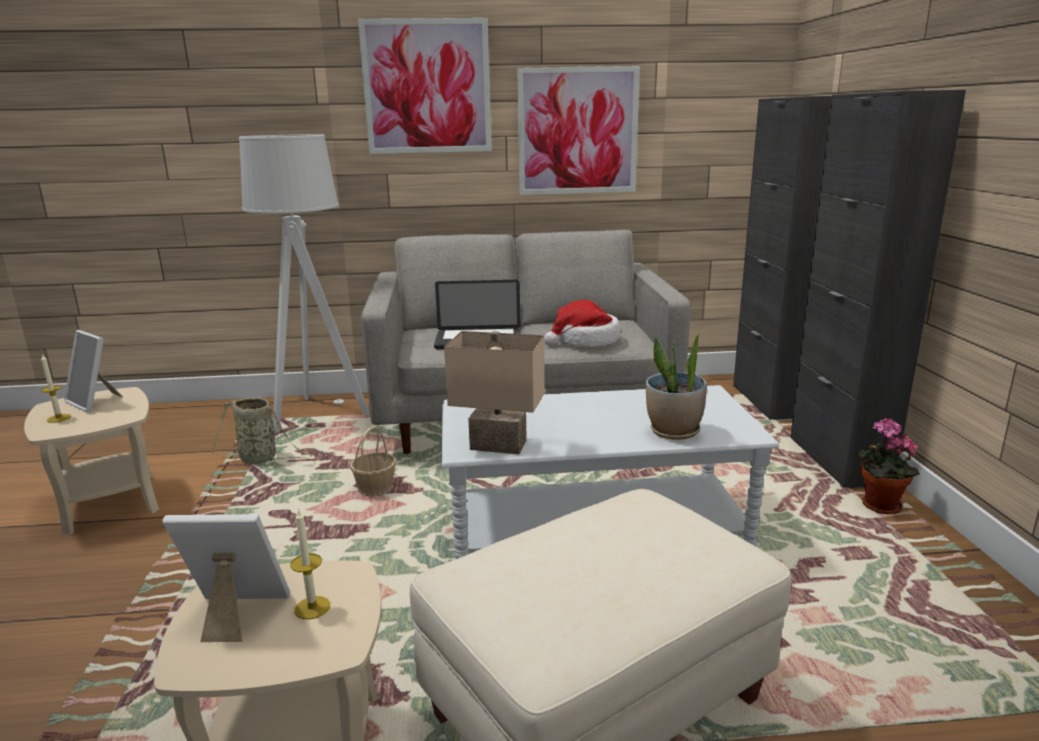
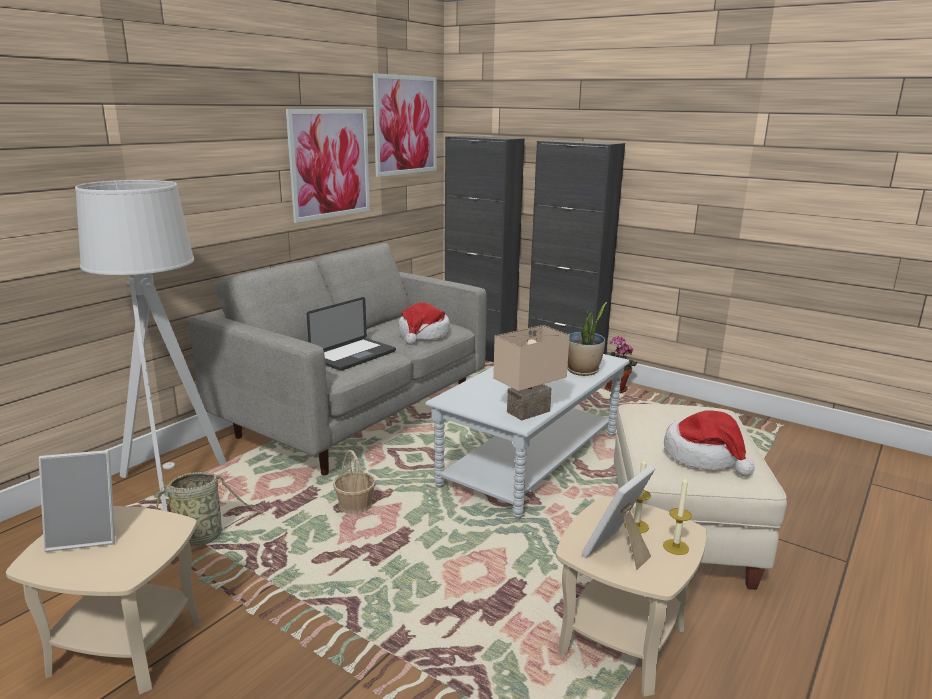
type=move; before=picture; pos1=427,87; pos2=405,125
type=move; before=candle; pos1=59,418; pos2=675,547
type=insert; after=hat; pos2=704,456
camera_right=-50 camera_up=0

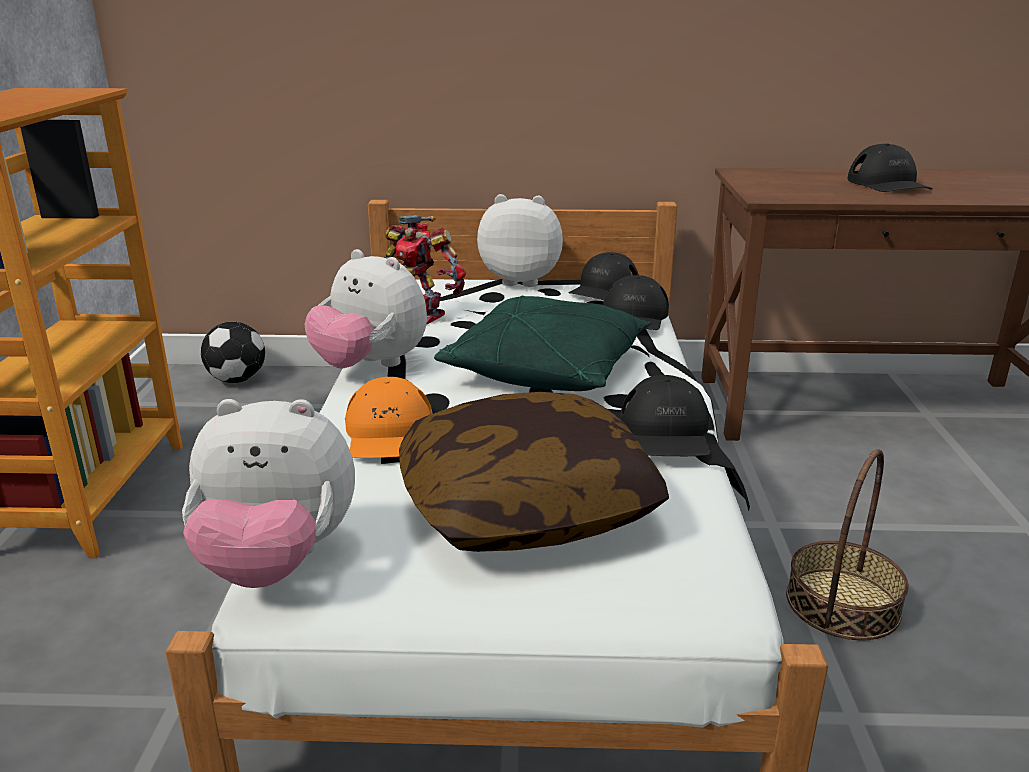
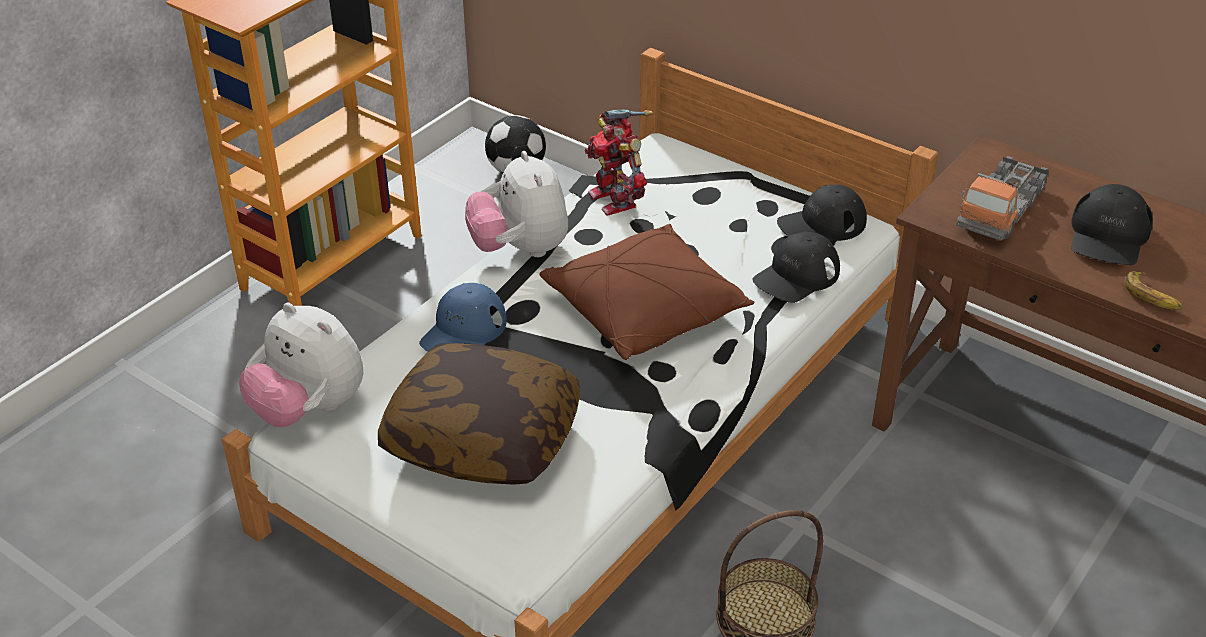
type=recolor; before=orange cap; after=blue cap; pos1=389,434; pos2=463,331
type=recolor; before=green pillow; after=brown pillow; pos1=547,369; pos2=645,311
type=insert; after=toy truck; pos2=1001,210
type=insert; after=banana; pos2=1151,296
type=delete; before=plush toy; pos1=521,280
type=delete; before=black cap; pos1=666,433
camera_right=35 camera_up=15

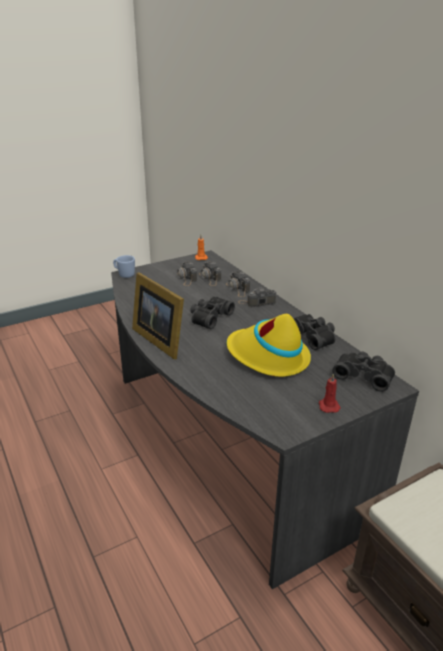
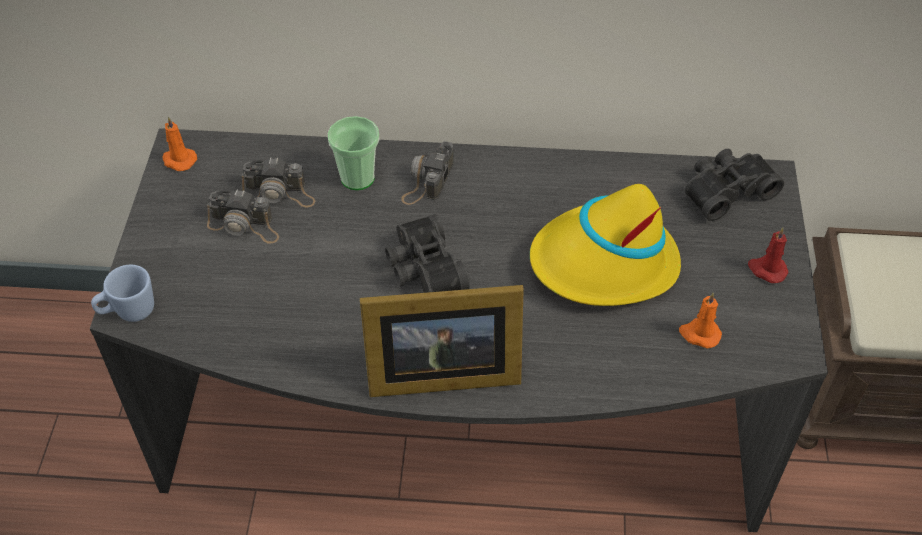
type=replace; before=photo camera; after=cup; pos1=237,289; pos2=357,178
type=insert; after=orange candle; pos2=699,334
type=delete; before=black binoculars; pos1=313,336
camera_right=-55 camera_up=20

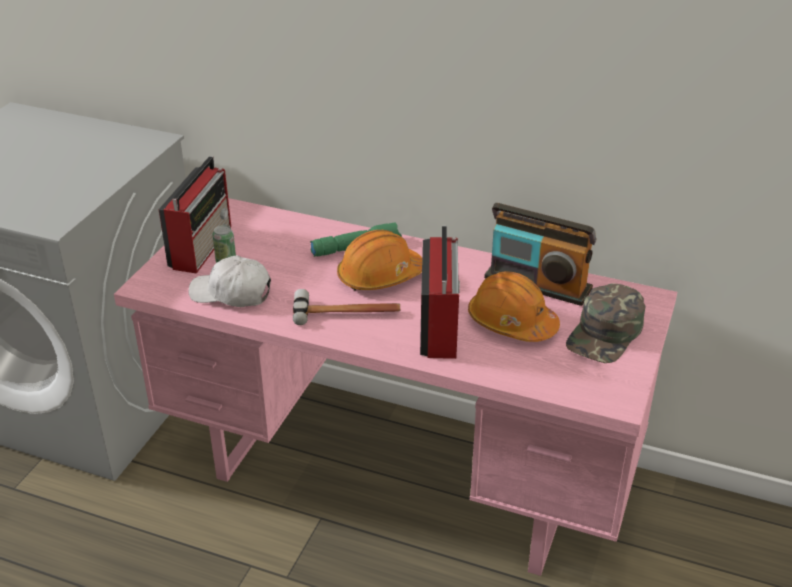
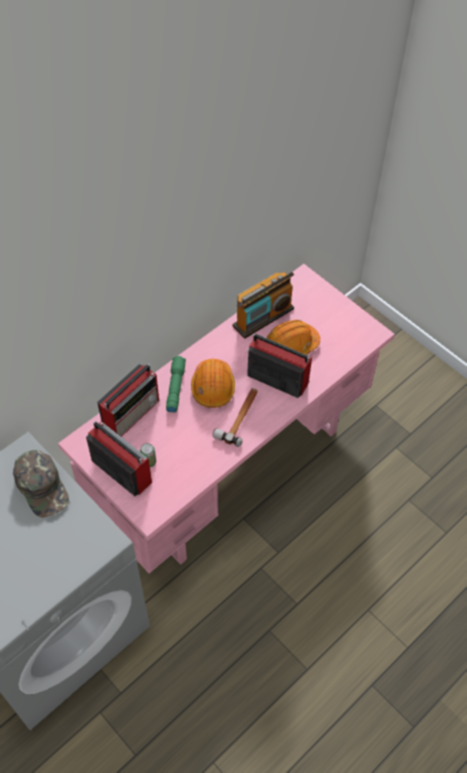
type=move; before=green cap; pos1=606,333; pos2=42,486
type=insert; after=radio; pos2=132,413
type=delete; before=white cap; pos1=231,293
camera_right=-65 camera_up=20

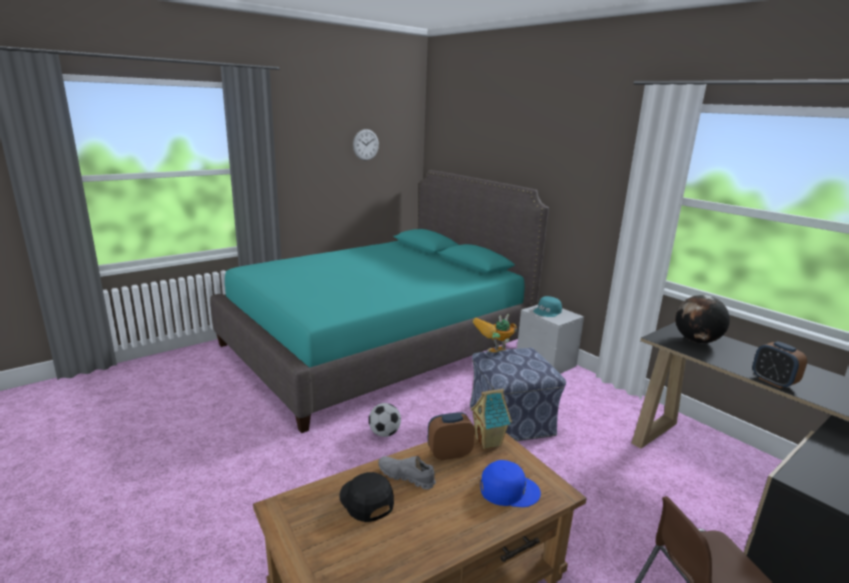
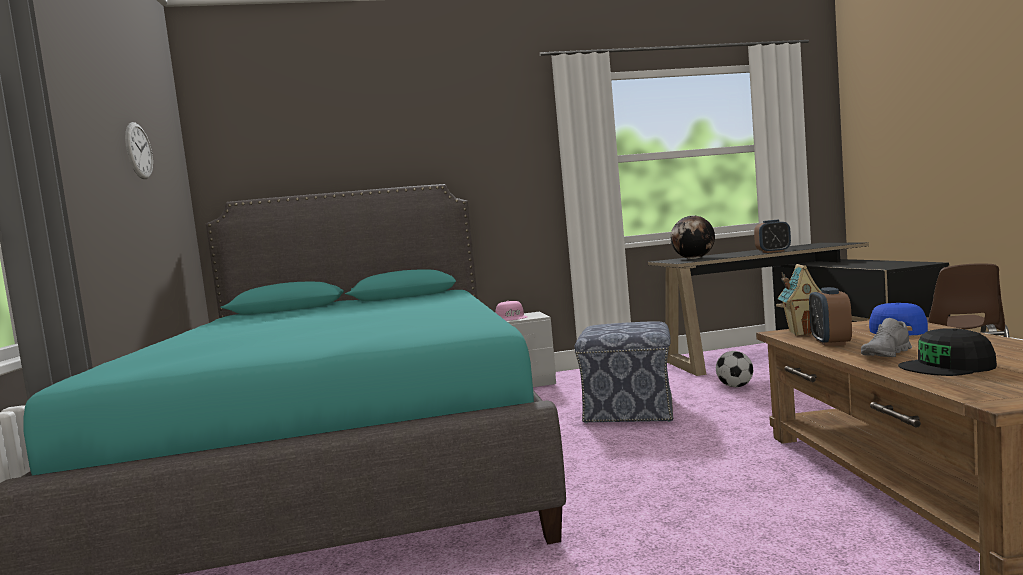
type=recolor; before=turquoise cap; after=pink cap; pos1=548,311; pos2=512,317
type=move; before=football; pos1=385,433; pos2=735,386
type=delete; before=toy robot; pos1=493,355
camera_right=-60 camera_up=-15

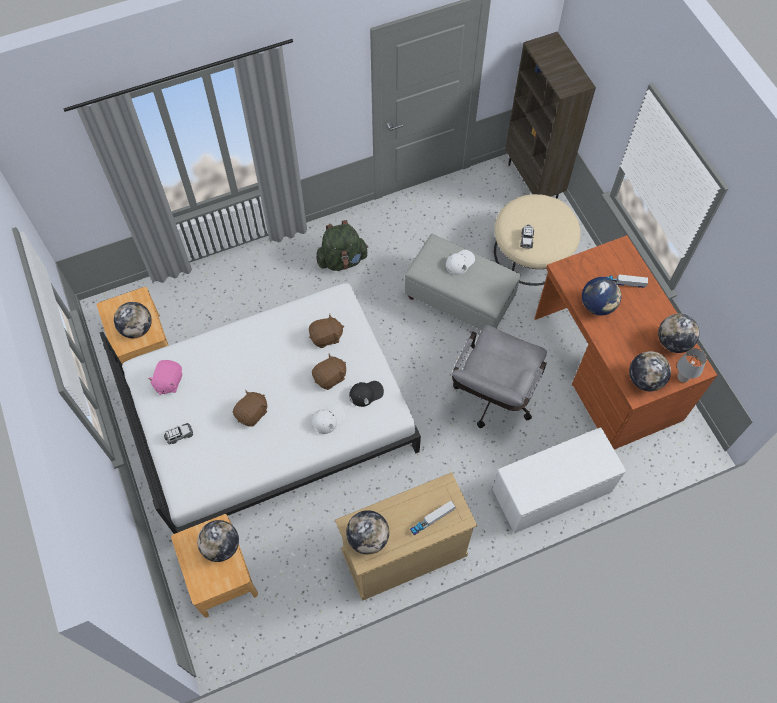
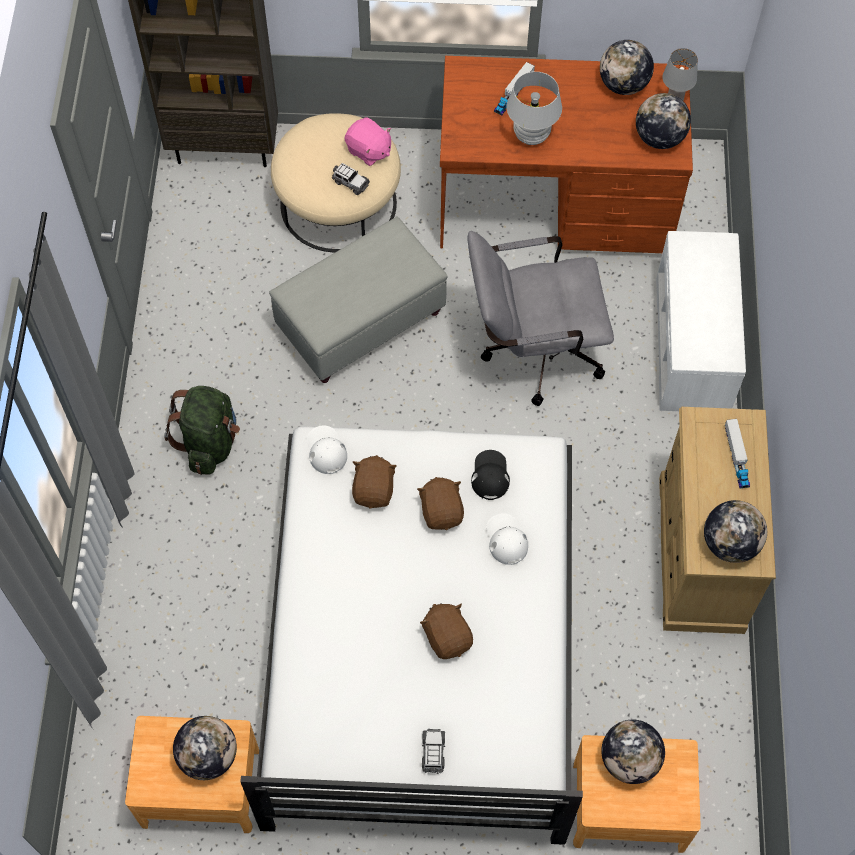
type=move; before=white cap; pos1=460,262; pos2=326,450
type=move; before=pink plush toy; pos1=168,381; pos2=368,151
type=rotate; before=grey office chair; pos1=492,398; pos2=532,351; turn=120
type=replace; before=globe; after=white table lamp; pos1=597,305; pos2=531,135
camera_right=-65 camera_up=0

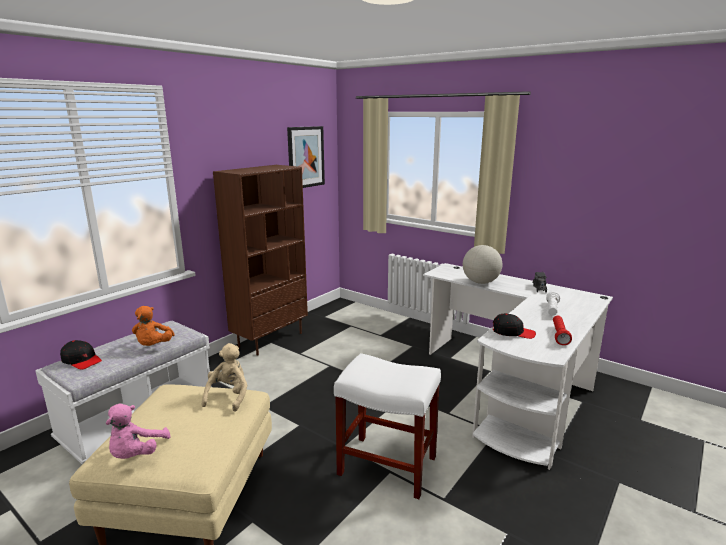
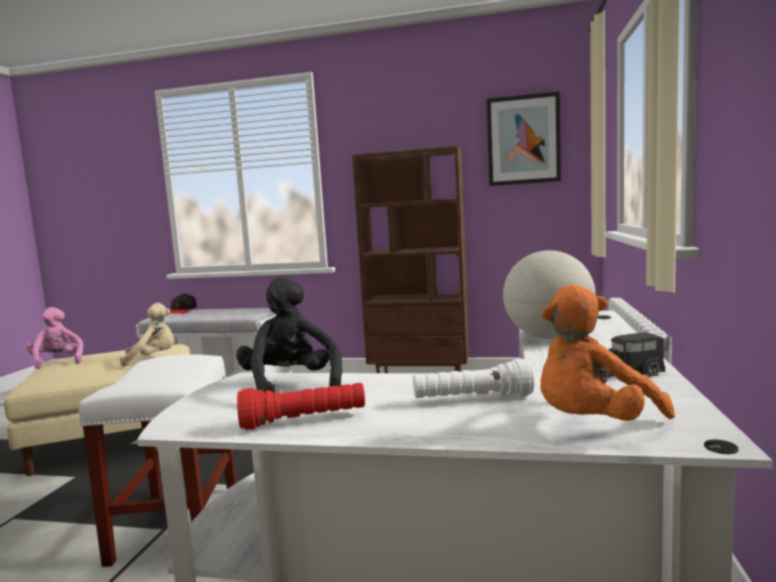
type=rotate; before=pink plush toy; pos1=136,454; pos2=57,362; turn=75
type=replace; before=black cap; after=black plush toy; pos1=513,332; pos2=291,386
type=move; before=orange plush toy; pos1=153,346; pos2=593,425
camera_right=65 camera_up=-10

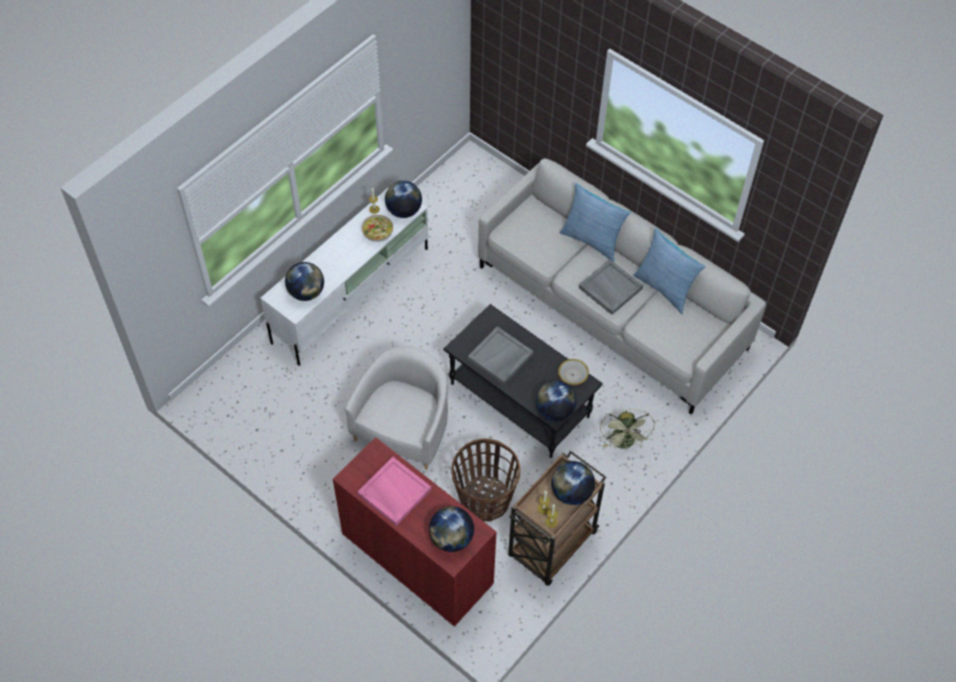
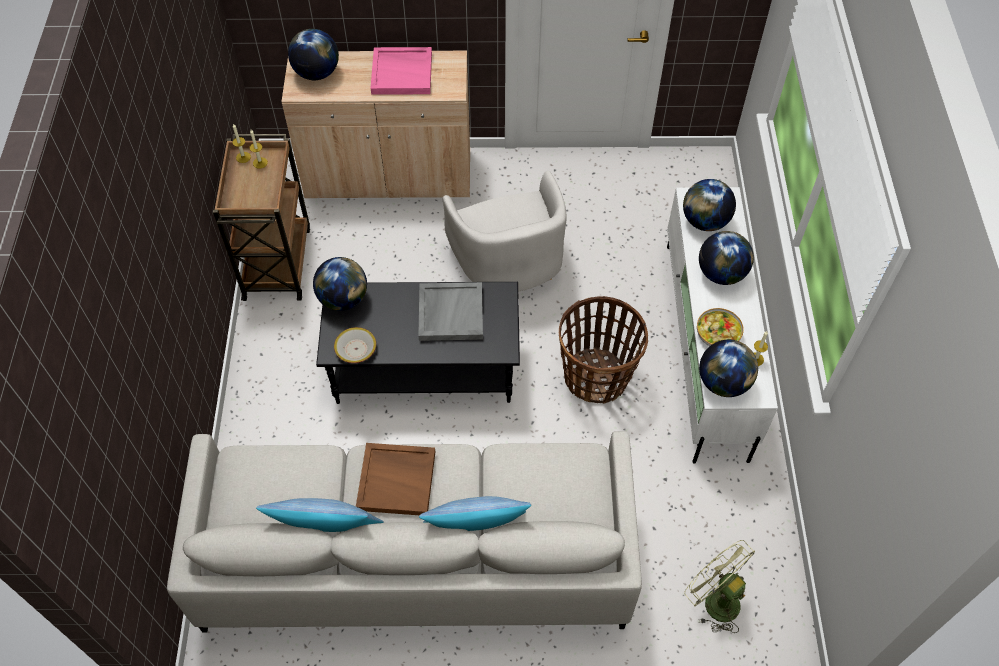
type=recolor; before=red cabinet; after=beige cabinet; pos1=417,559; pos2=389,175
type=recolor; before=grey tray; after=brown tray; pos1=609,288; pos2=397,480
type=move; before=basket; pos1=484,499; pos2=596,377
type=move; before=green fan; pos1=624,443; pos2=714,600
type=move; before=globe; pos1=571,492; pos2=721,274
camera_right=140 camera_up=0

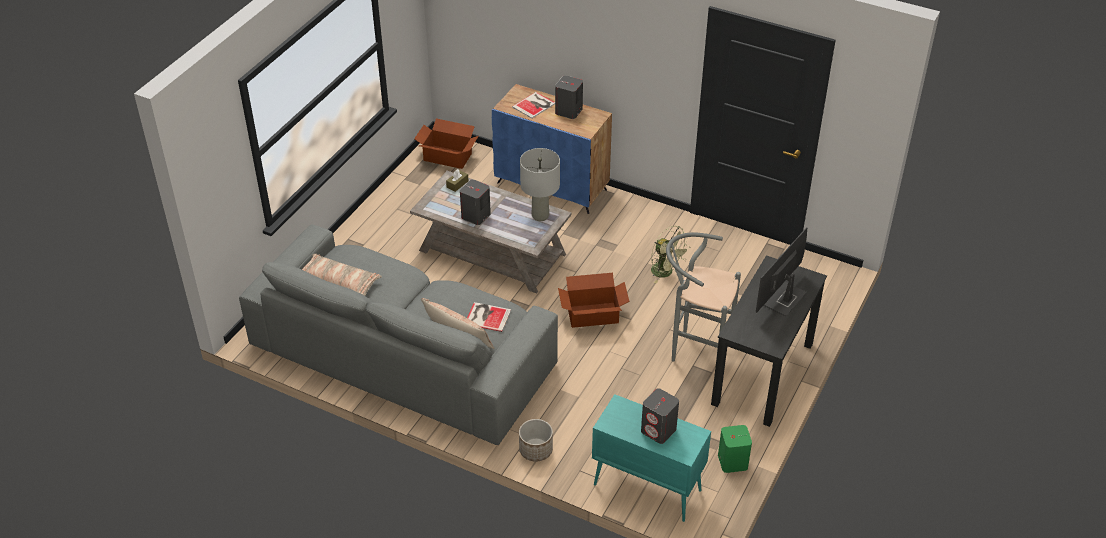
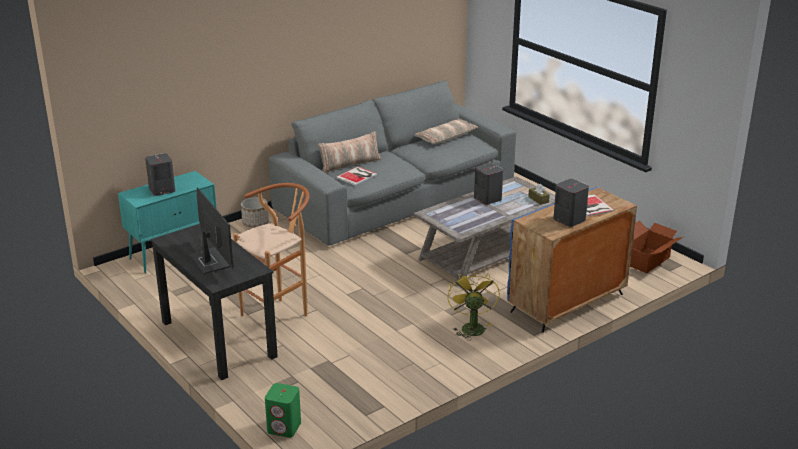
type=recolor; before=grey stool; after=brown stool; pos1=694,350; pos2=280,314
type=move; before=green speaker; pos1=732,461; pos2=284,427
type=insert; after=yellow fan; pos2=471,326
type=delete; before=grey table lamp; pos1=540,215
type=delete; before=cardboard box; pos1=593,315
type=delete; before=green fan; pos1=666,272
camera_right=115 camera_up=-15

